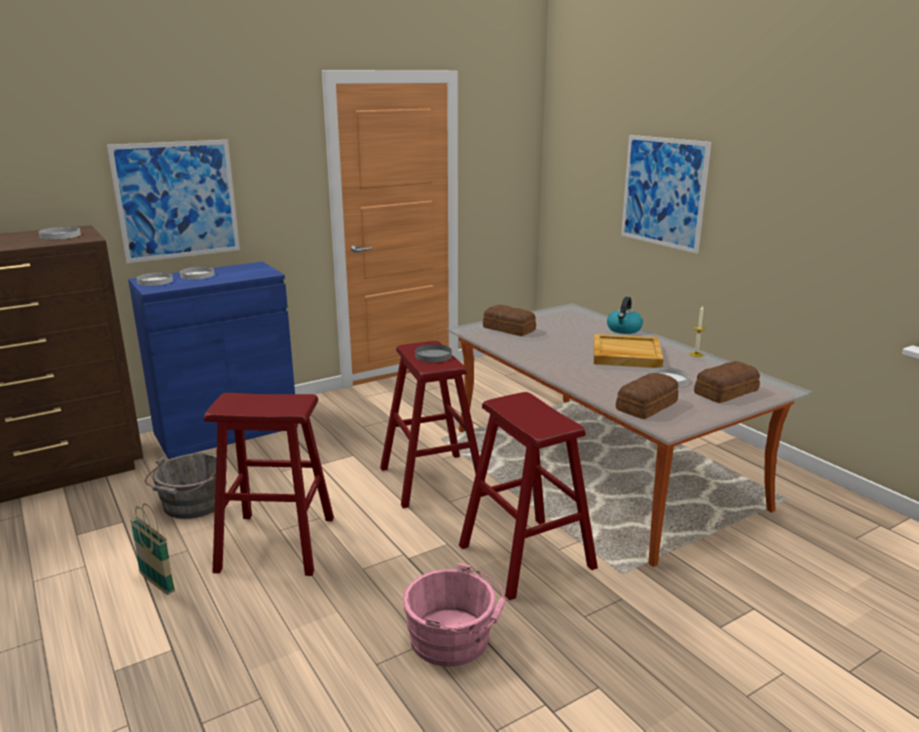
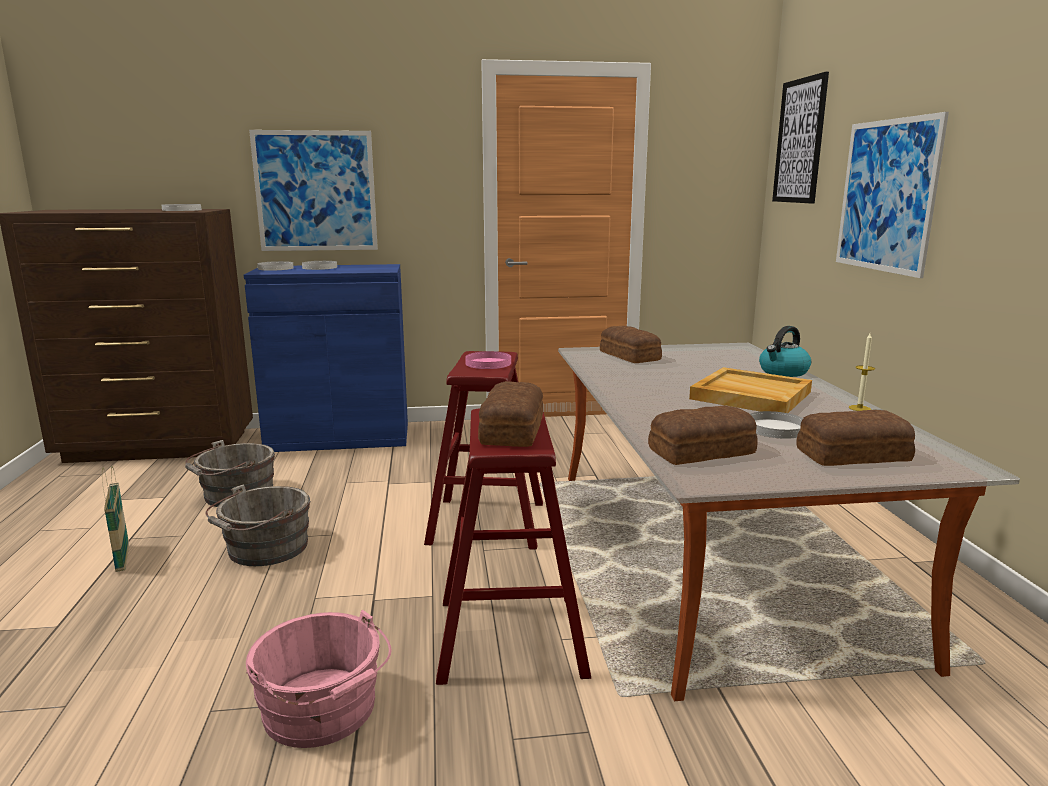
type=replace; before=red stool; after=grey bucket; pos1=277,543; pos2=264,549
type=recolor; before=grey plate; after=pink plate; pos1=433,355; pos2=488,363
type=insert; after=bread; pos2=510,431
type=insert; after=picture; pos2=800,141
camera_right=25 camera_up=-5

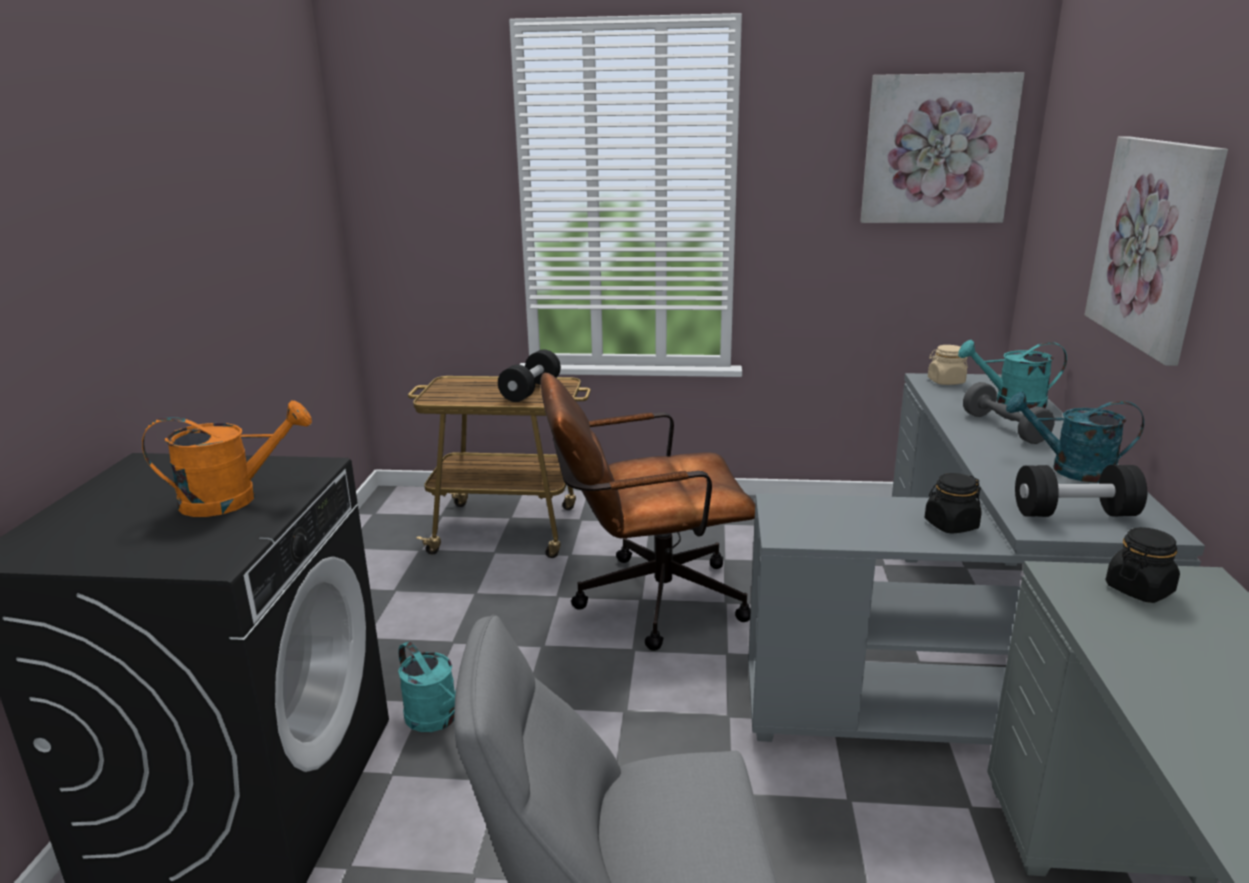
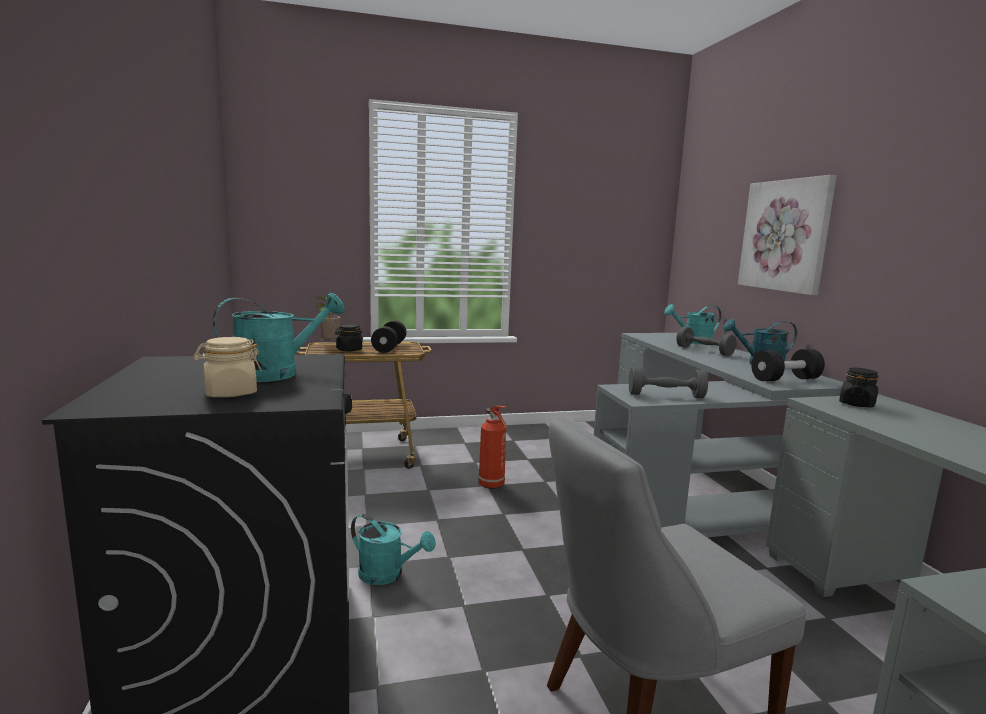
type=move; before=beige jar; pos1=945,381; pos2=230,393
type=recolor; before=orange watering can; after=turquoise watering can; pos1=233,499; pos2=277,373
type=insert; after=potted plant; pos2=329,344
type=move; before=black jar; pos1=950,525; pos2=349,350
type=replace; before=brown office chair; after=fire extinguisher; pos1=646,600; pos2=492,485
type=insert; after=grey dumbbell; pos2=665,395
type=delete; before=picture; pos1=937,149
camera_right=-20 camera_up=-10

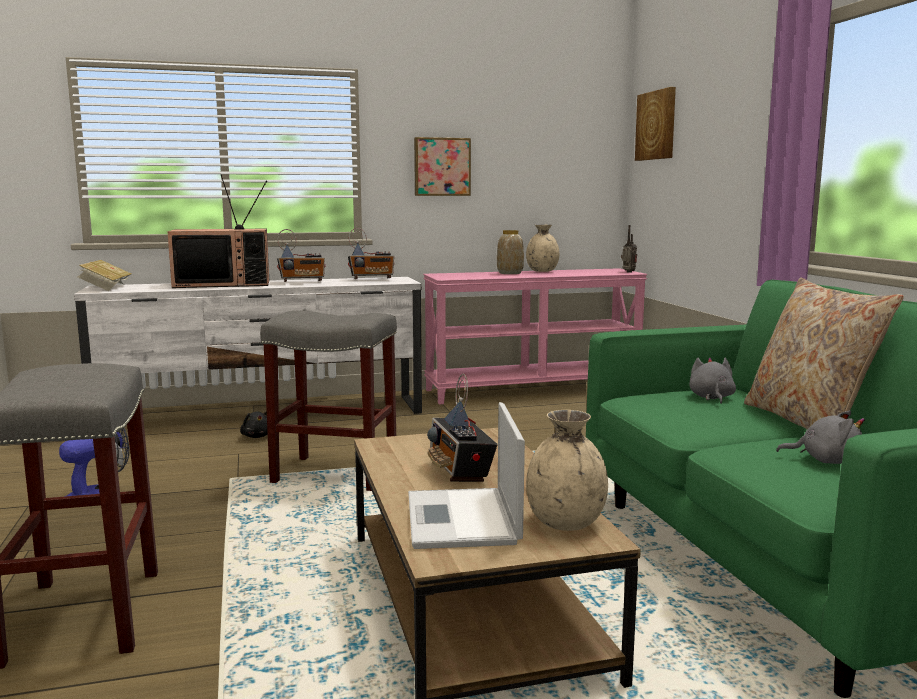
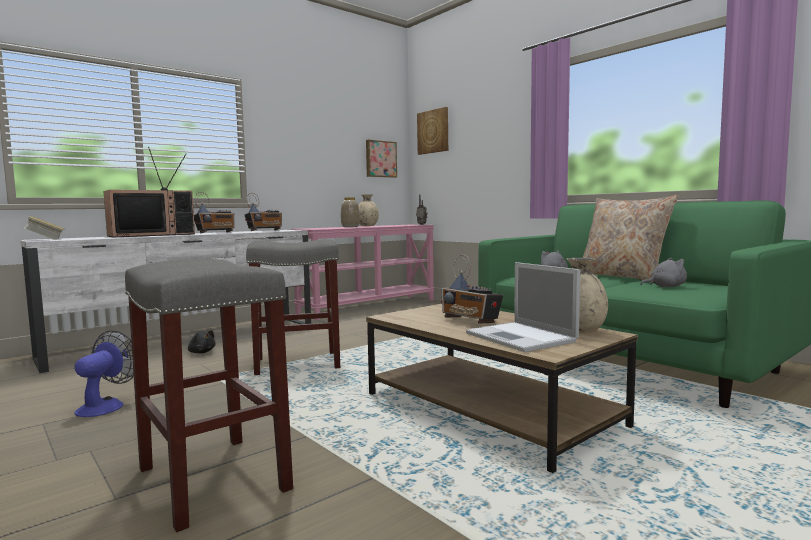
type=move; before=picture; pos1=441,167; pos2=380,159
camera_right=-25 camera_up=-5

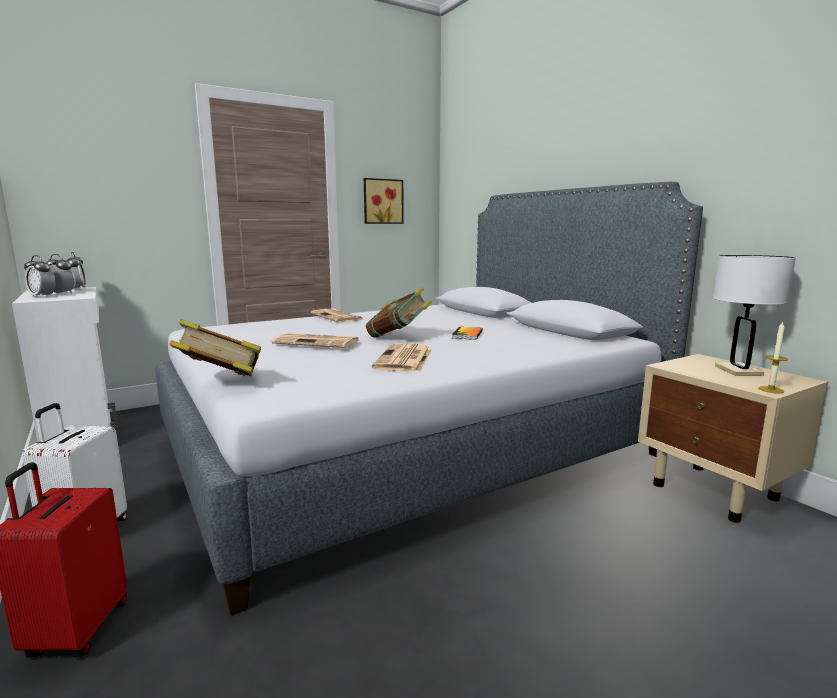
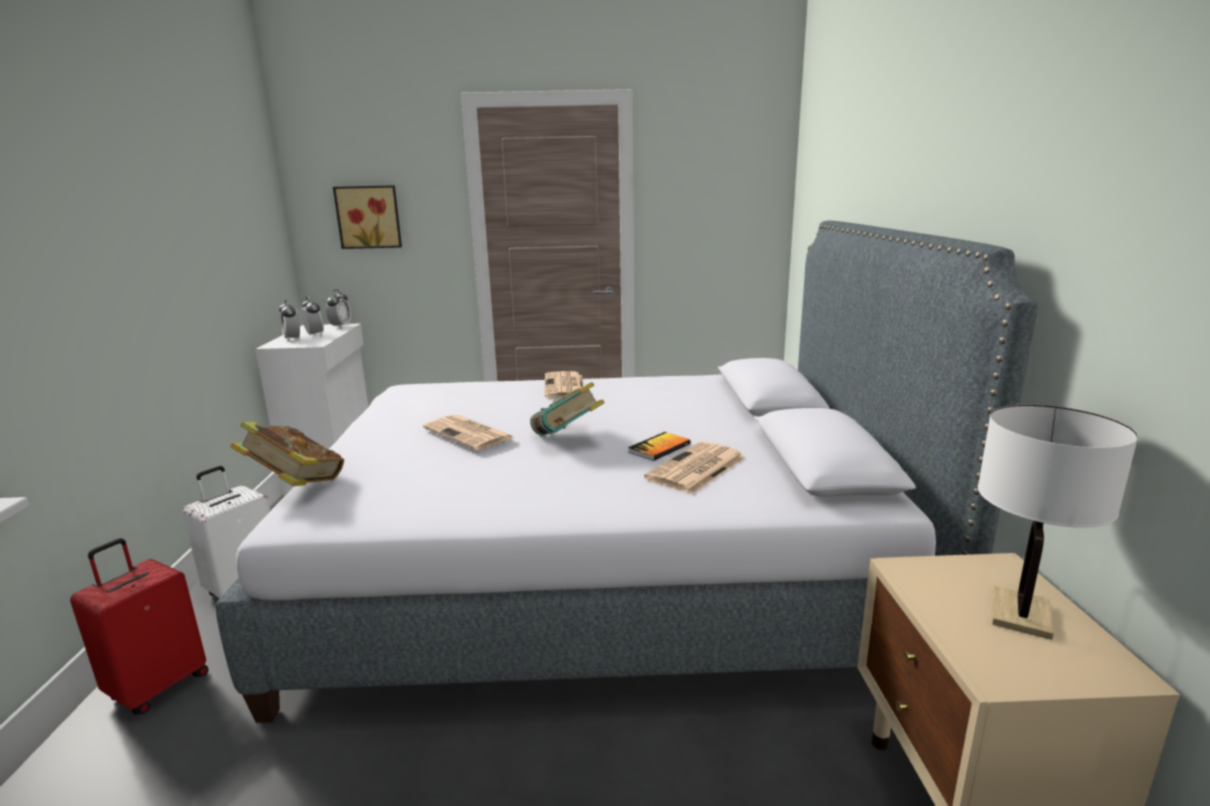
type=move; before=picture; pos1=382,201; pos2=369,217
type=move; before=newspaper; pos1=404,359; pos2=696,469
type=delete; before=candle; pos1=771,390
camera_right=30 camera_up=5

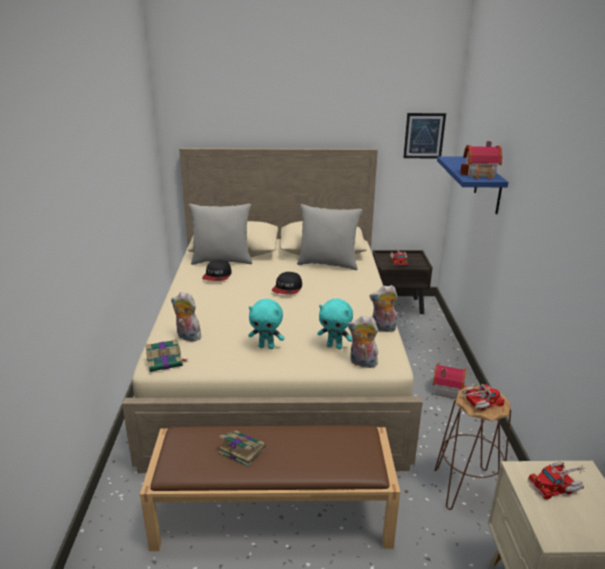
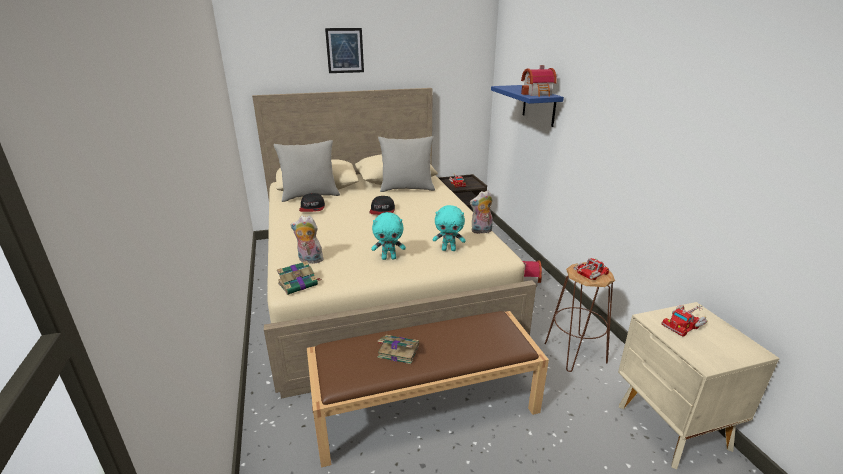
type=move; before=picture; pos1=424,136; pos2=345,50
type=delete; before=plush toy; pos1=362,363
camera_right=-15 camera_up=0

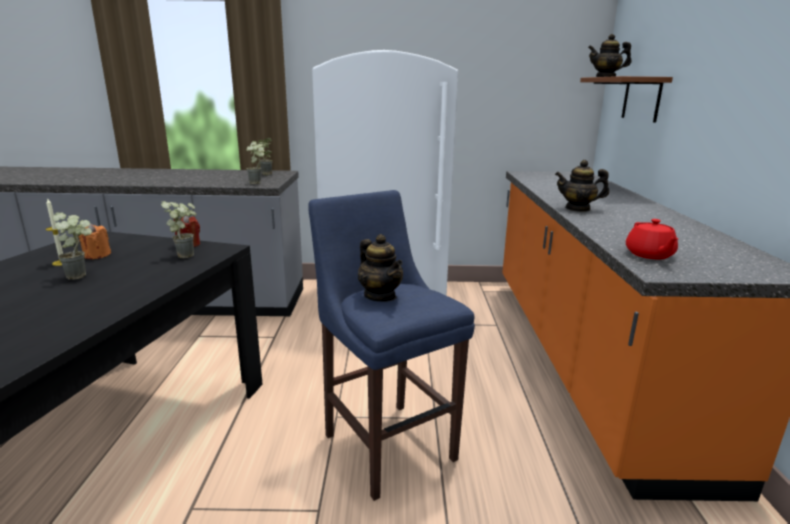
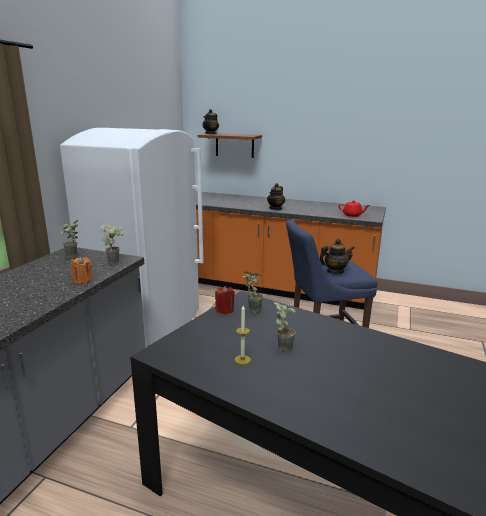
type=move; before=orange candle; pos1=97,255; pos2=83,280
camera_right=-70 camera_up=0

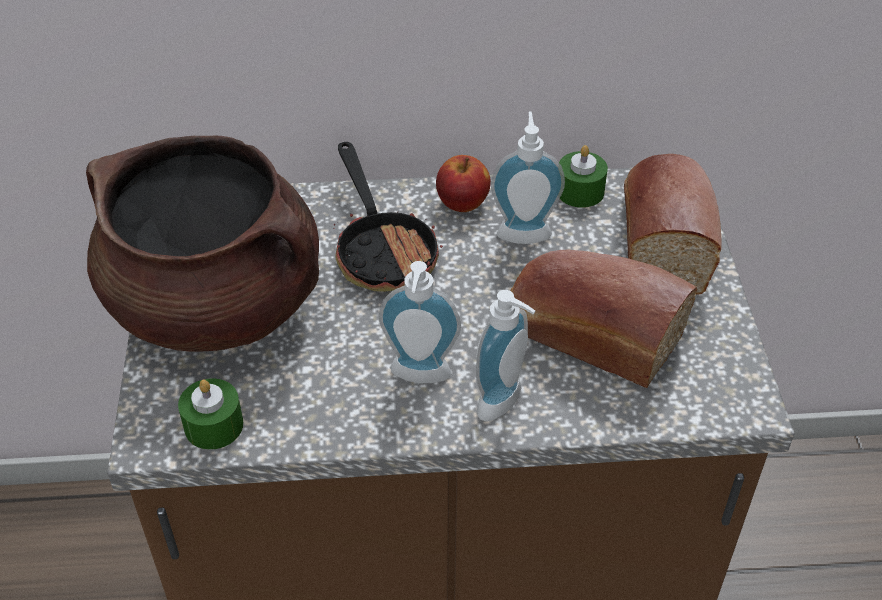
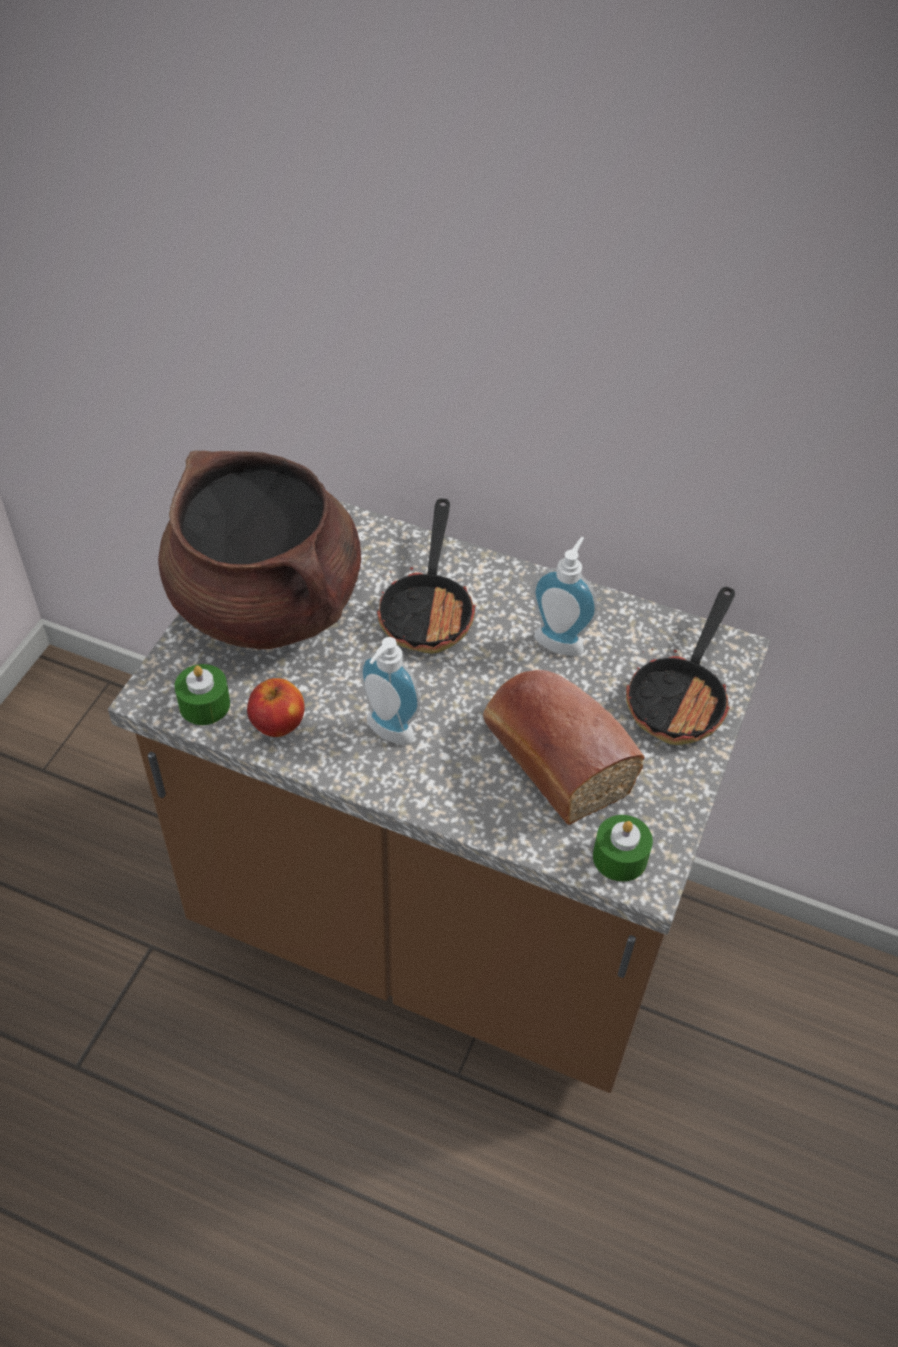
type=move; before=apple; pos1=462,203; pos2=278,724
type=move; before=green candle; pos1=580,191; pos2=620,857
type=replace; before=bread; after=frying pan; pos1=662,238; pos2=681,697
type=delete; before=soap dispenser; pos1=505,404
camera_right=25 camera_up=5

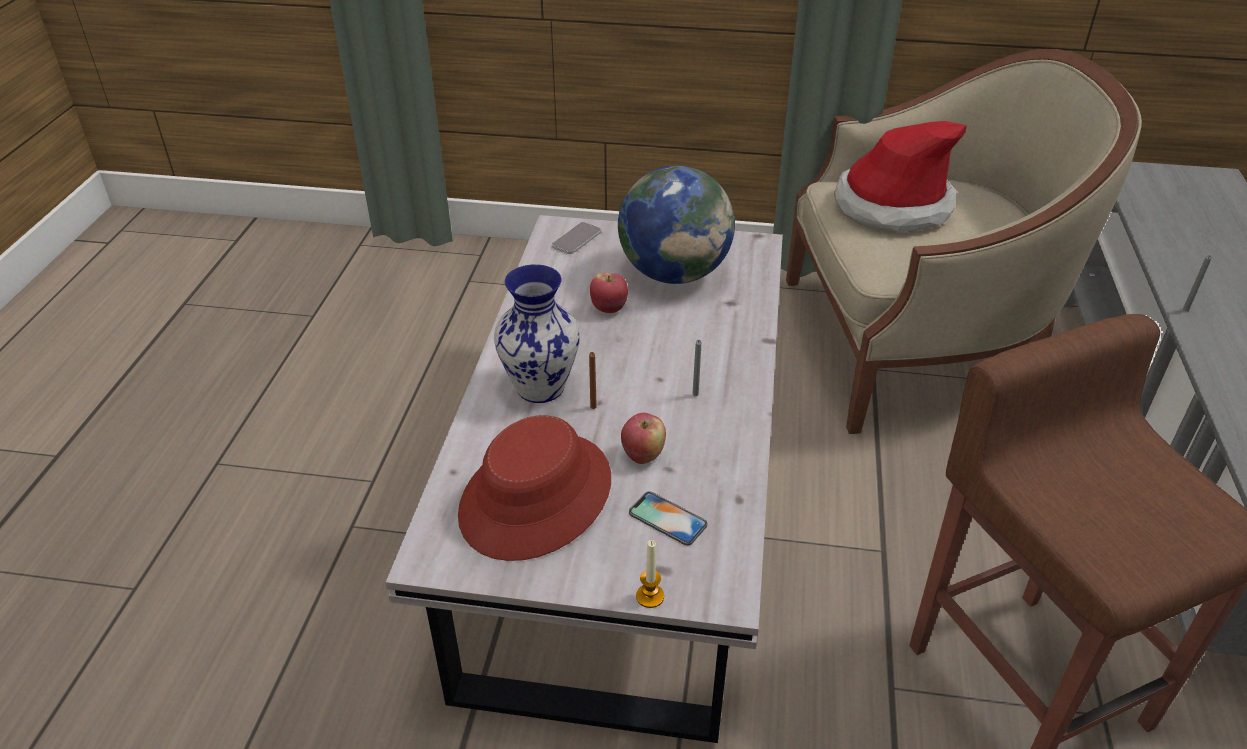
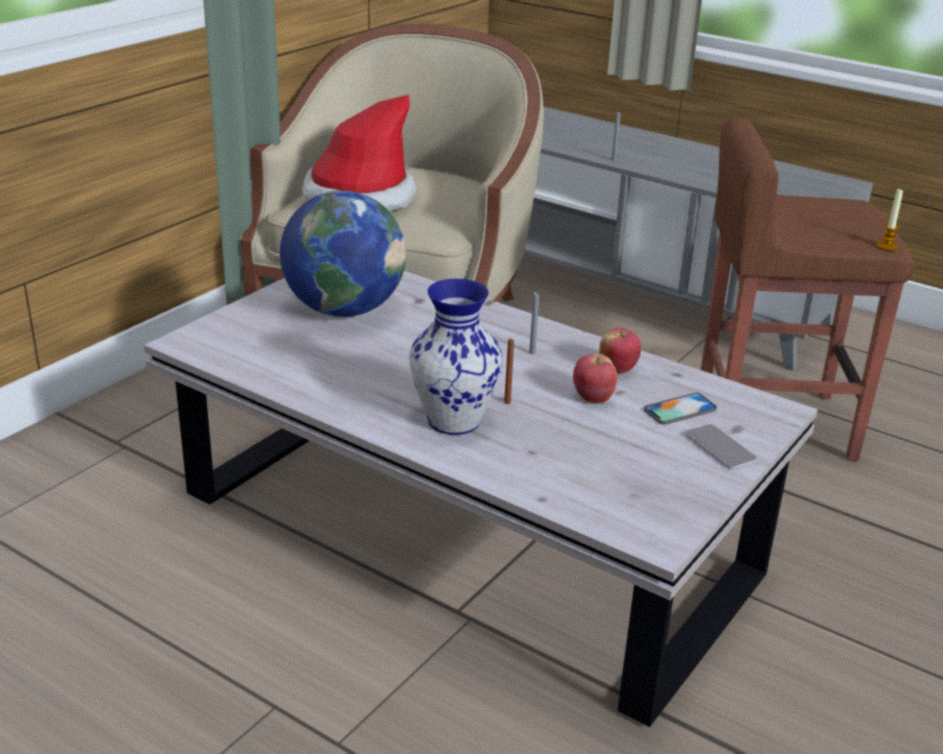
type=move; before=apple; pos1=609,308; pos2=617,369
type=move; before=phone; pos1=576,239; pos2=720,448
type=move; before=candle; pos1=650,596; pos2=887,246
type=delete; before=red hat; pos1=536,497
camera_right=-65 camera_up=-10

